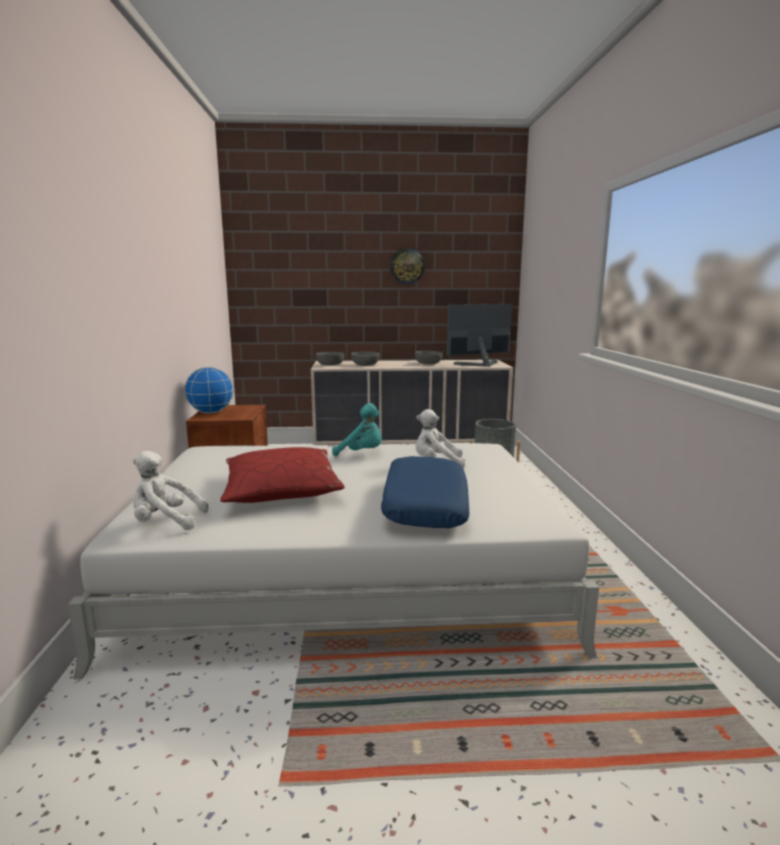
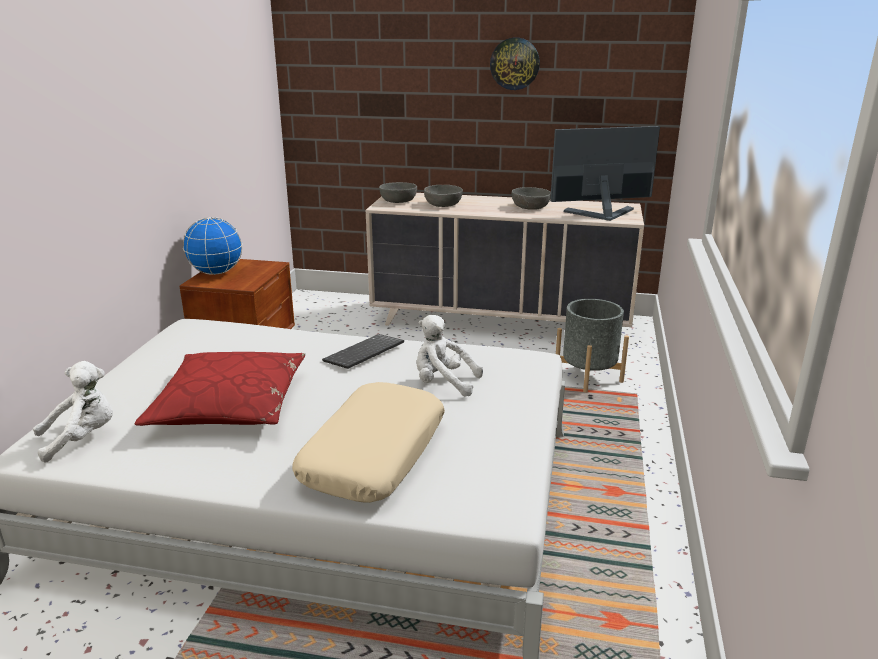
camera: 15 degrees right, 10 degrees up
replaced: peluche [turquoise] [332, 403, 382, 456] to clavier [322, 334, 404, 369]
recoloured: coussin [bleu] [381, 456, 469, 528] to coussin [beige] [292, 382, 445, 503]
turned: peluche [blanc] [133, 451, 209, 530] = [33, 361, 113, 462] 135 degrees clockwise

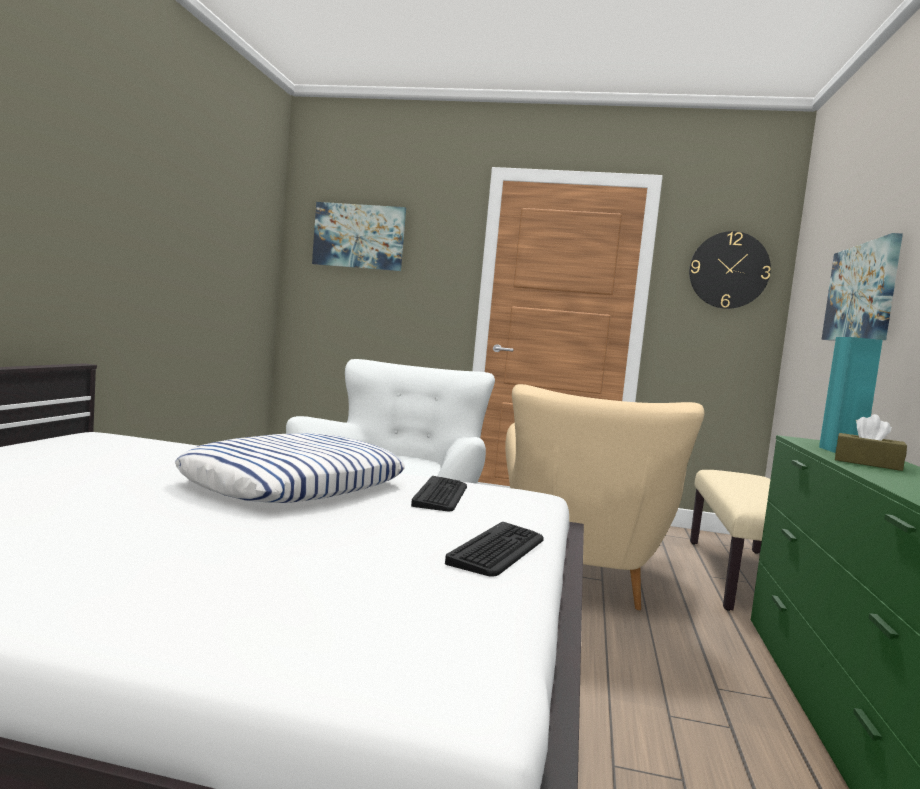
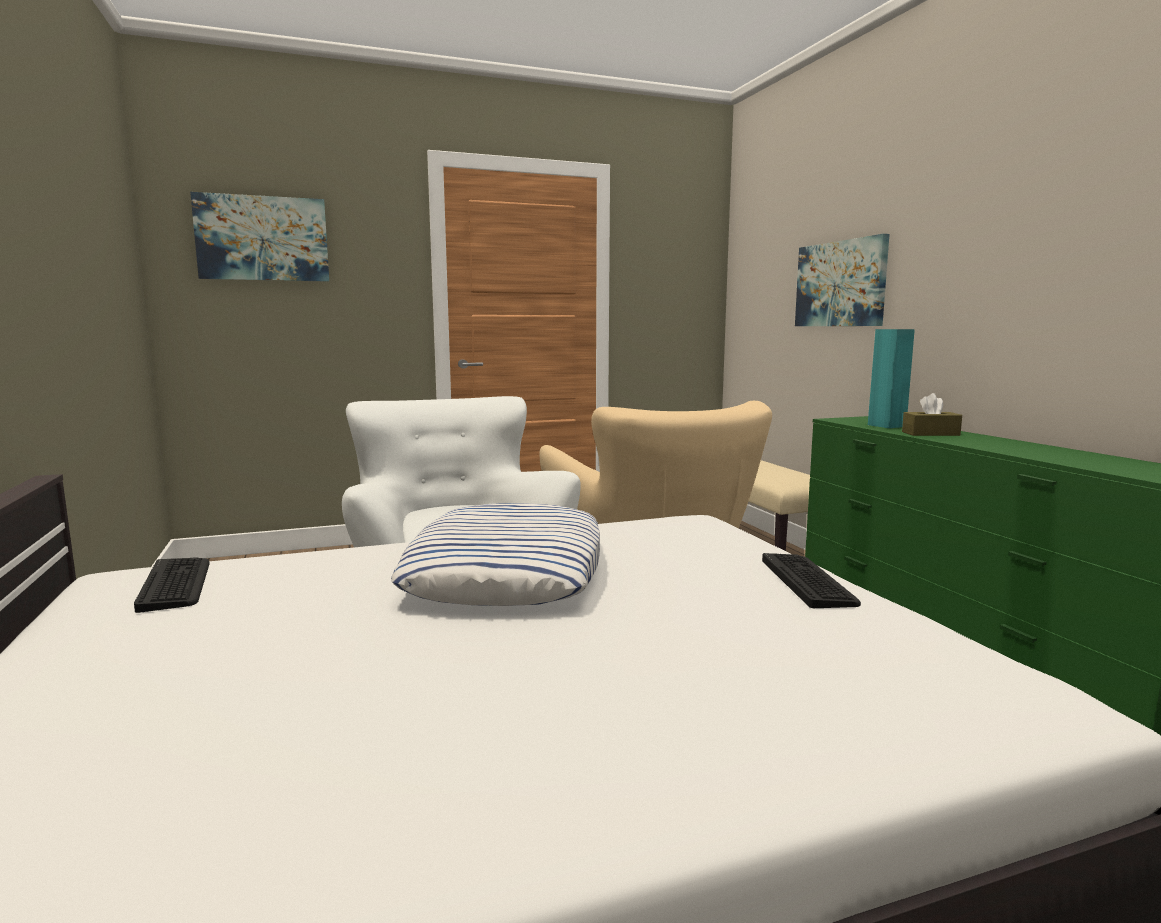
camera: 30 degrees left, 5 degrees up
removed: horloge murale [689, 231, 771, 309]
moved: clavier [411, 476, 467, 511] to [134, 557, 210, 613]

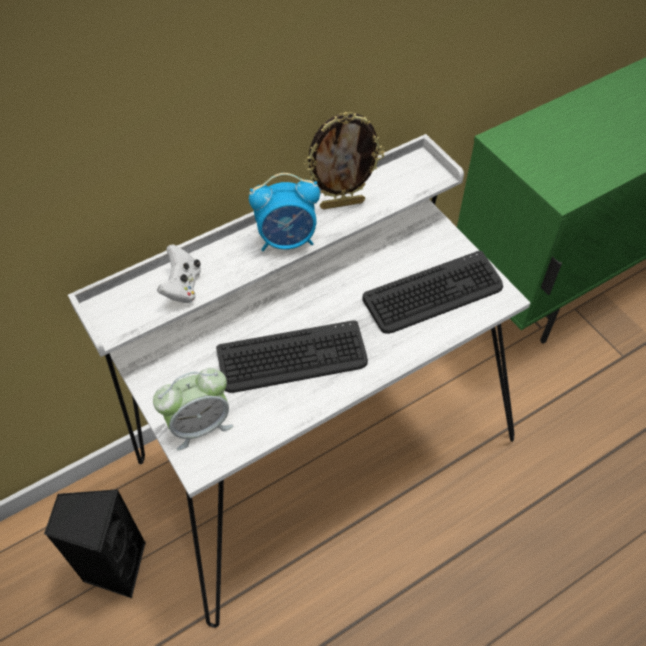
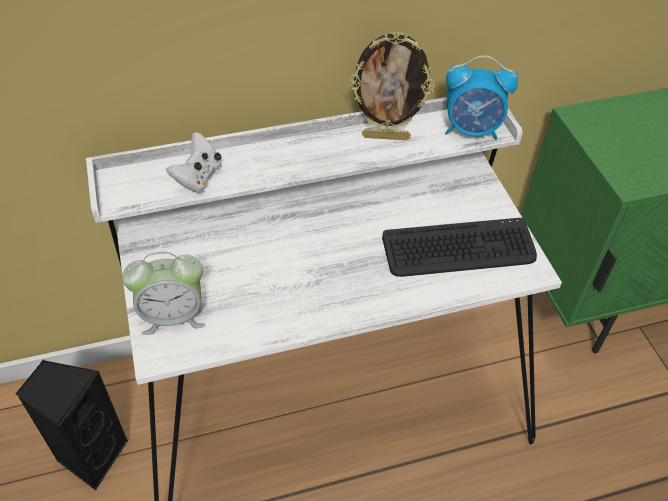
camera: 15 degrees right, 5 degrees down
removed: clavier [216, 320, 368, 393]
moved: réveil [249, 173, 320, 251] to [445, 55, 518, 140]

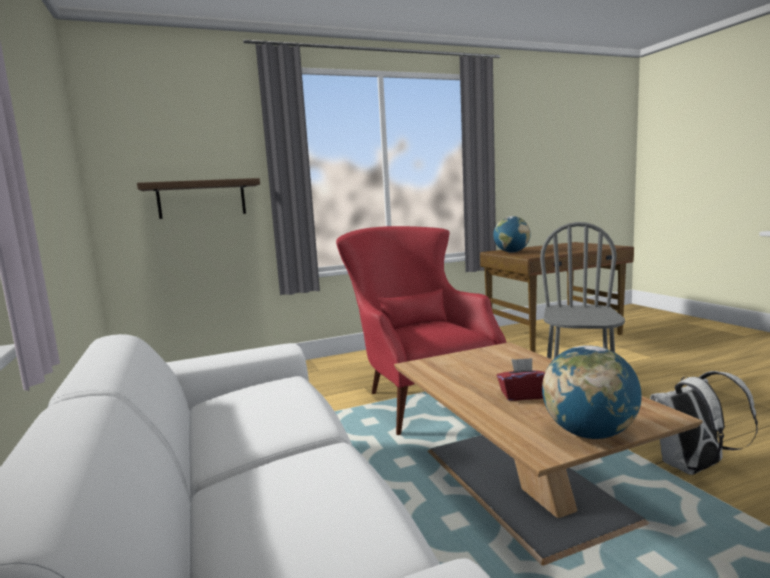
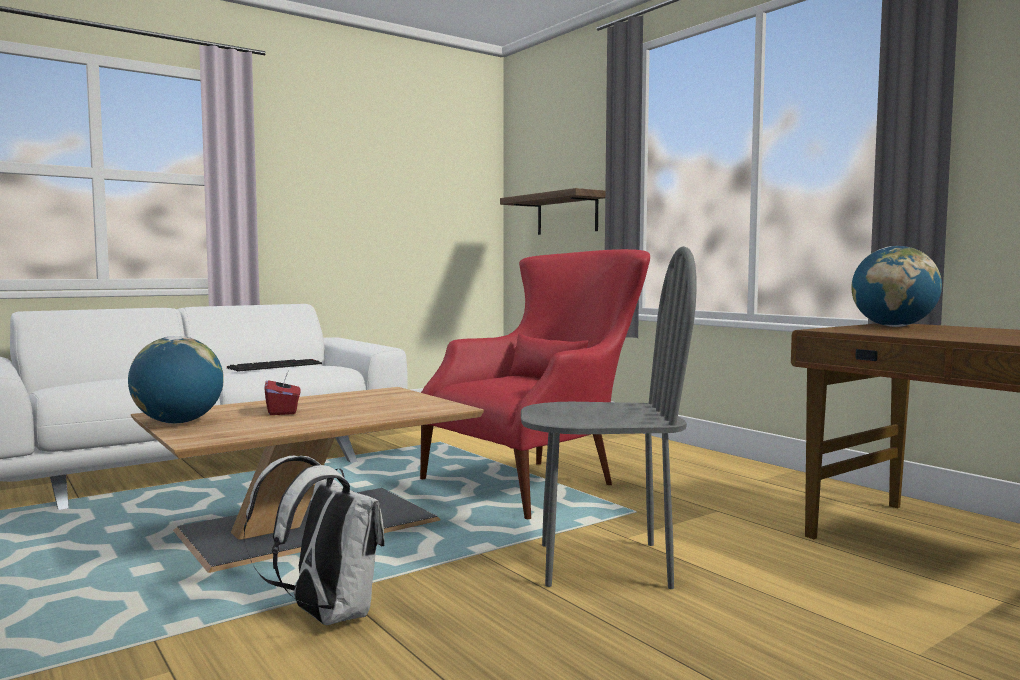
camera: 75 degrees right, 5 degrees down
added: clavier [227, 359, 322, 372]

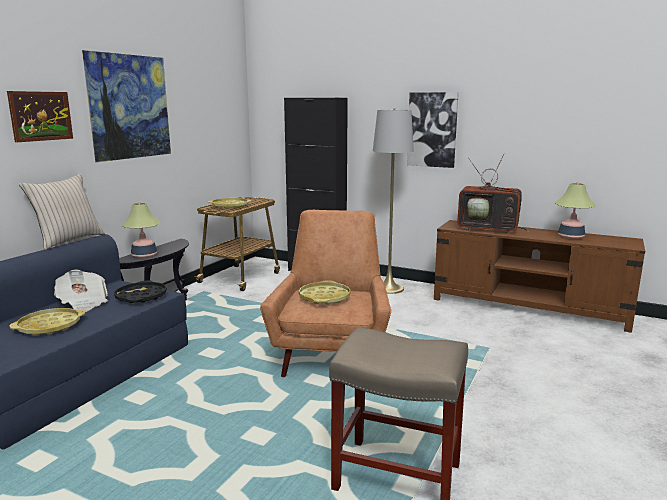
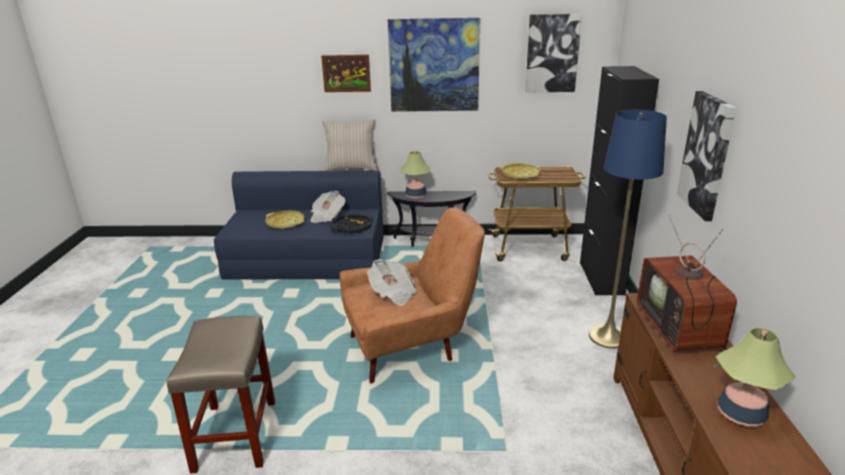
camera: 65 degrees right, 10 degrees up
added: tableau [525, 14, 582, 92]
replaced: plateau [jaune] [299, 280, 351, 305] to journal [367, 259, 418, 306]
recoloured: lampadaire [gris] [373, 109, 414, 294] to lampadaire [bleu] [589, 110, 667, 349]

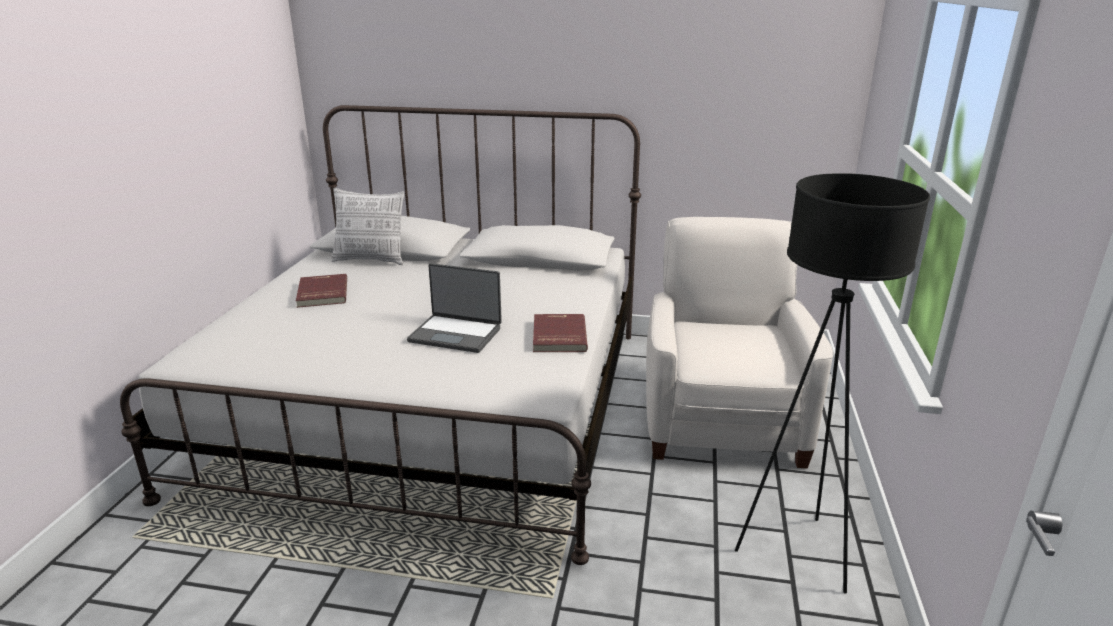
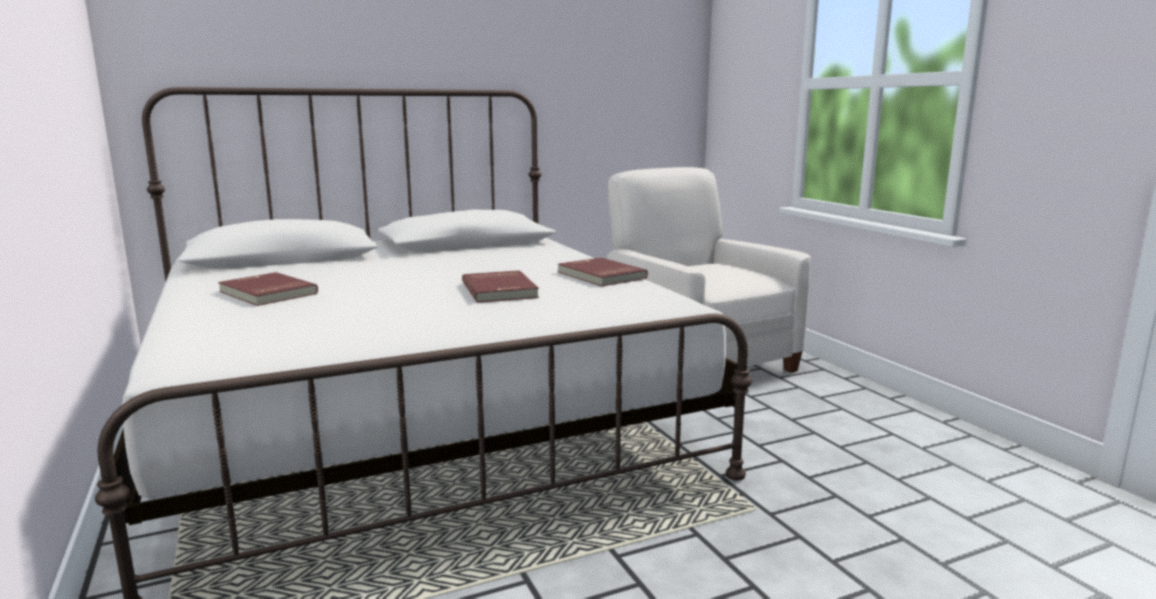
camera: 35 degrees left, 10 degrees down
removed: coussin [331, 188, 404, 265]; lampadaire [noir] [735, 173, 930, 593]
replaced: ordinateur portable [407, 263, 502, 353] to livre [rouge] [462, 270, 539, 303]

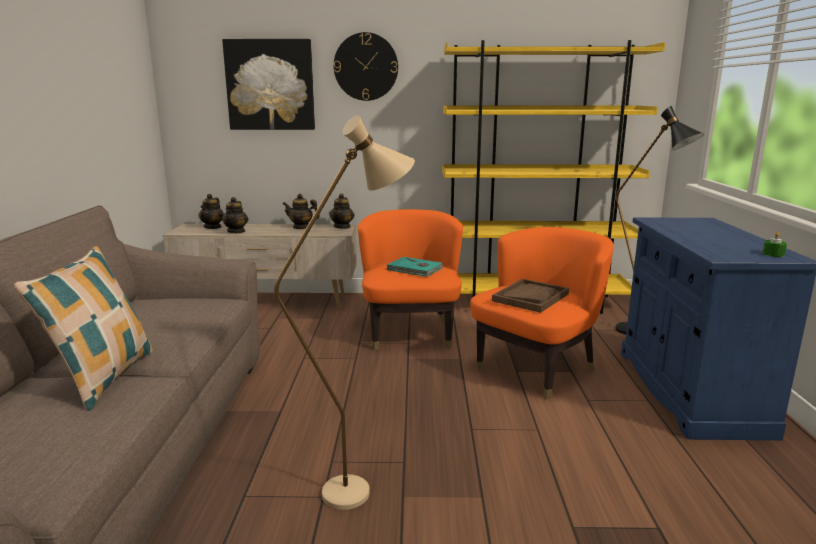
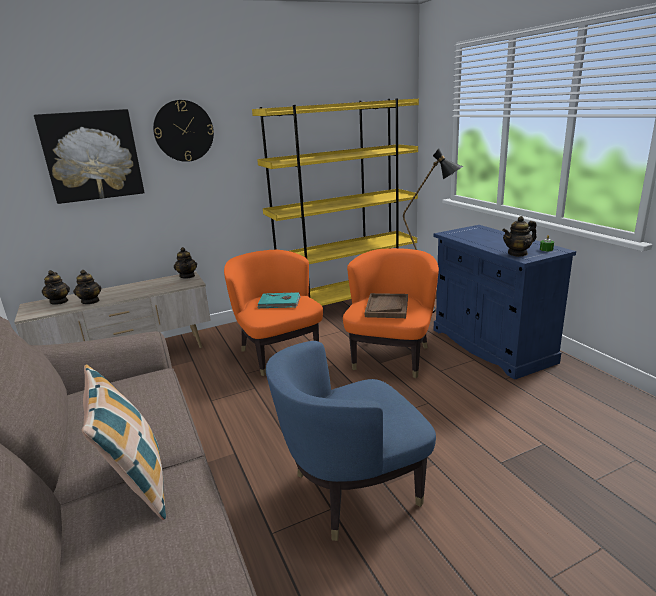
camera: 25 degrees left, 5 degrees up
moved: théière [283, 194, 320, 229] to [502, 216, 537, 257]
replaced: lampadaire [beige] [274, 115, 415, 510] to fauteuil [bleu] [266, 341, 436, 541]

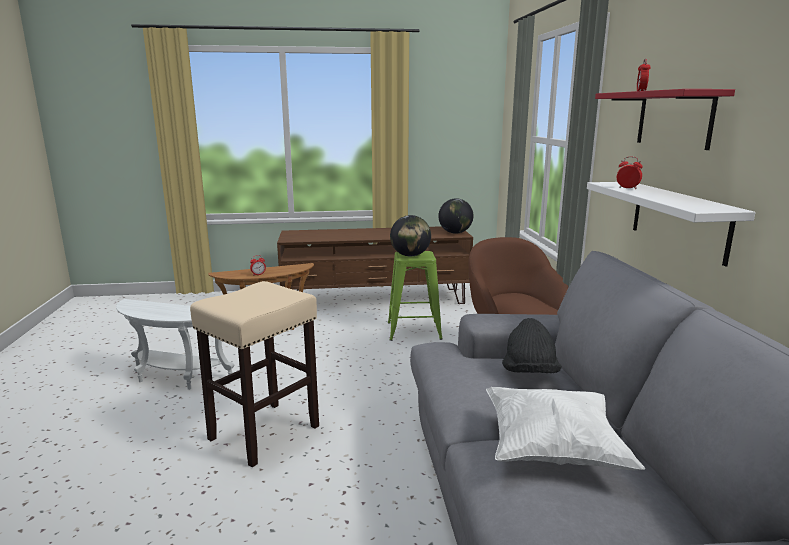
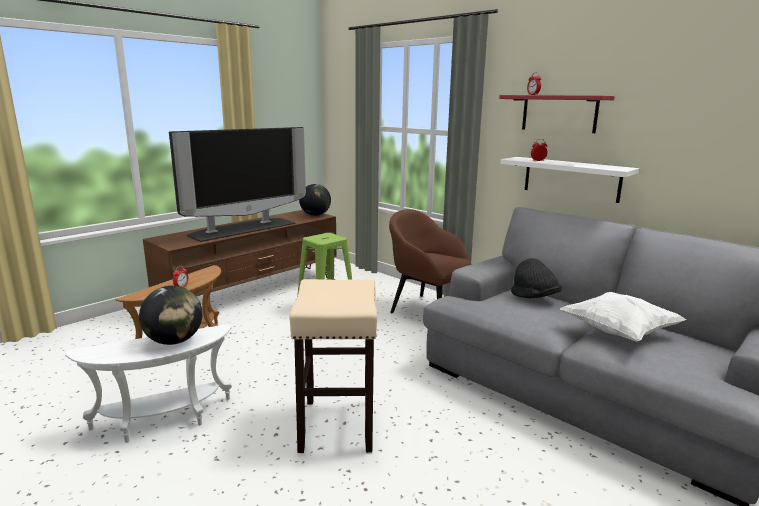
camera: 40 degrees left, 0 degrees up
added: téléviseur [169, 127, 306, 242]
moved: globe [390, 215, 431, 257] to [139, 286, 203, 345]

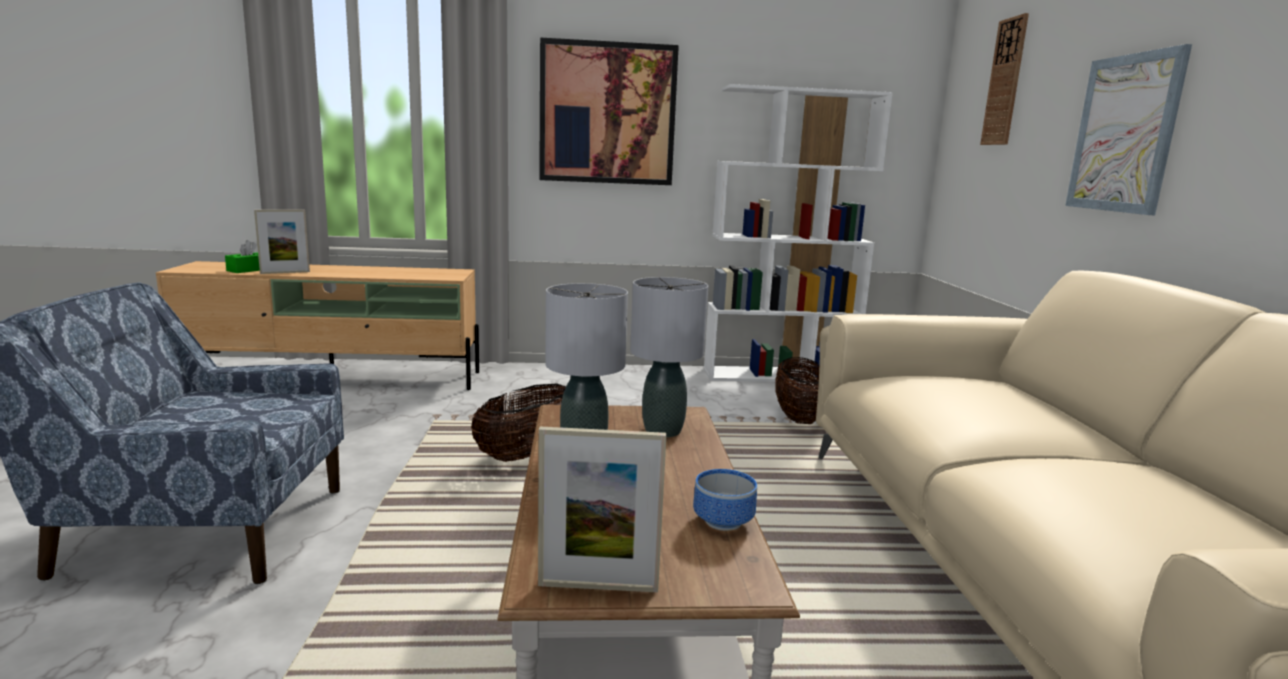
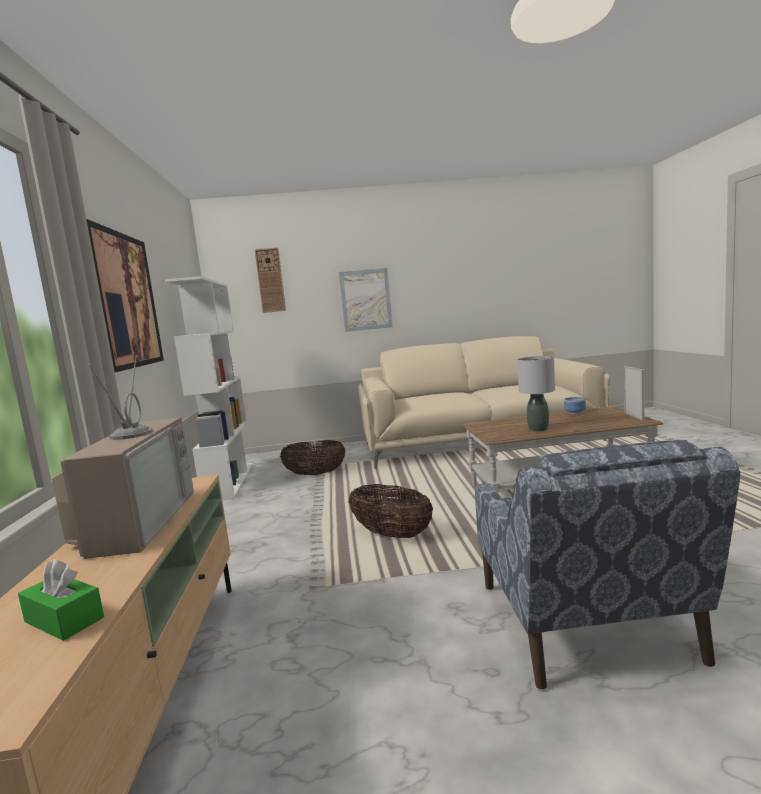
camera: 90 degrees left, 5 degrees down
removed: cadre photo [254, 210, 310, 274]; lampe de table [gris] [630, 277, 708, 438]
added: téléviseur [51, 355, 194, 559]

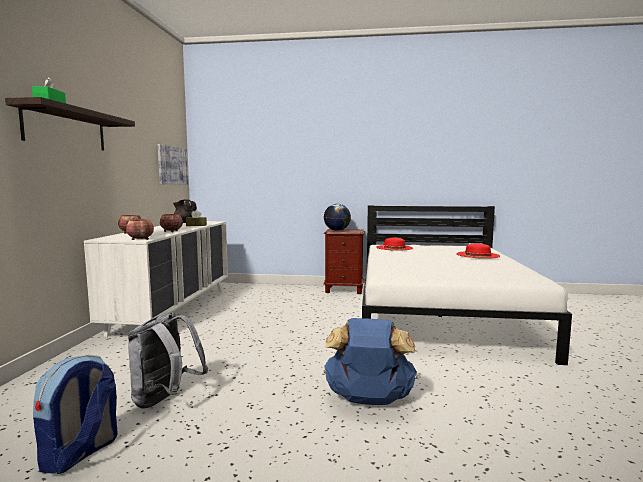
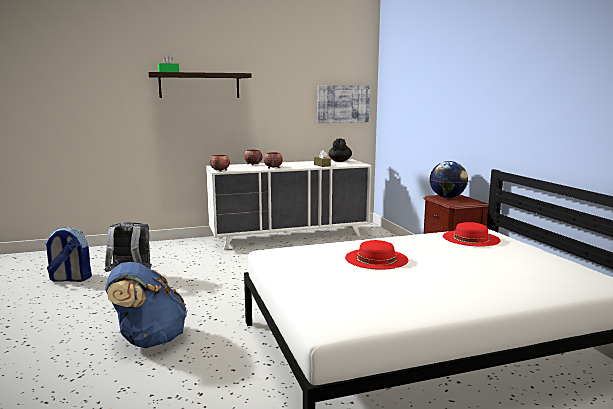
camera: 65 degrees right, 5 degrees up
moved: chapeau [rouge] [456, 244, 500, 259] to [345, 240, 408, 270]

